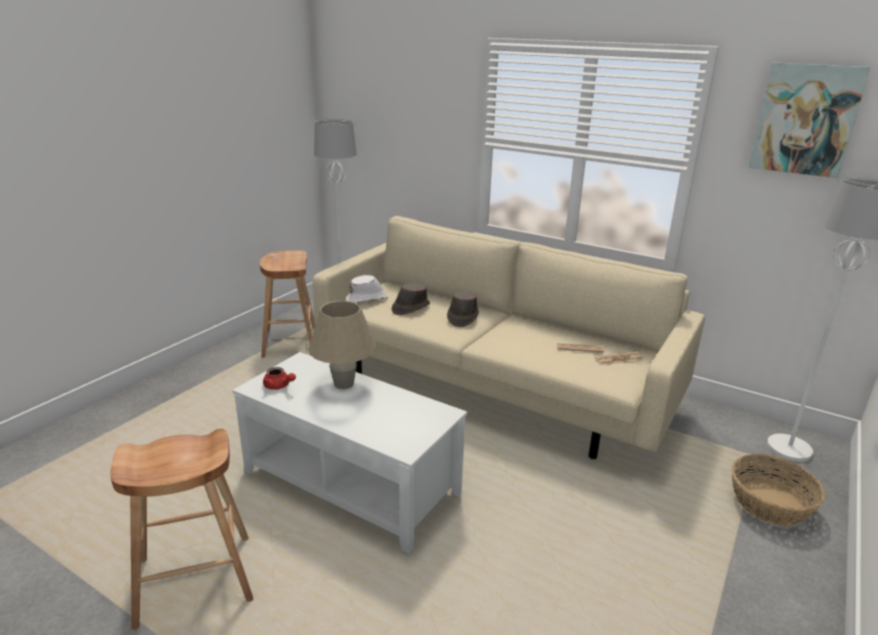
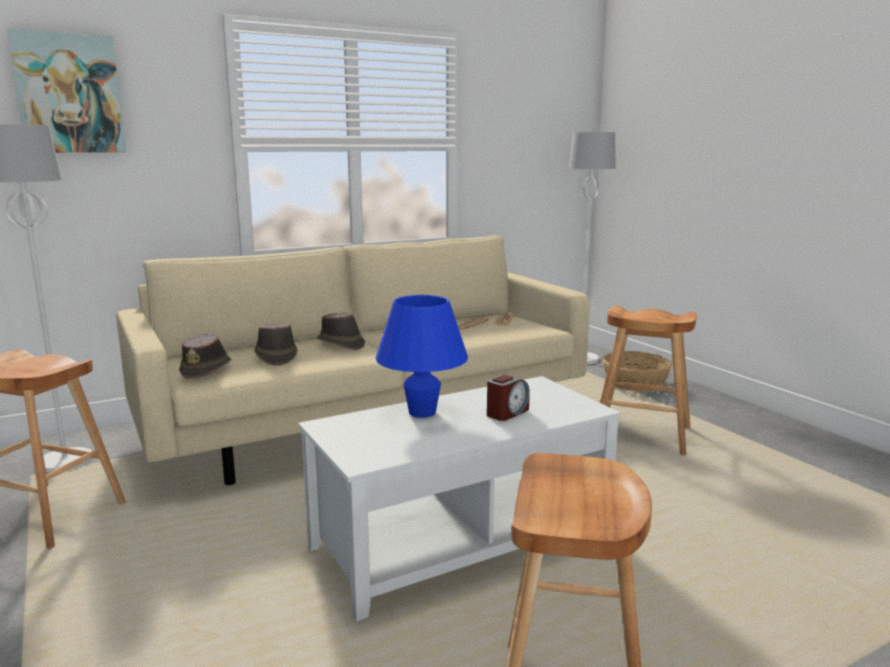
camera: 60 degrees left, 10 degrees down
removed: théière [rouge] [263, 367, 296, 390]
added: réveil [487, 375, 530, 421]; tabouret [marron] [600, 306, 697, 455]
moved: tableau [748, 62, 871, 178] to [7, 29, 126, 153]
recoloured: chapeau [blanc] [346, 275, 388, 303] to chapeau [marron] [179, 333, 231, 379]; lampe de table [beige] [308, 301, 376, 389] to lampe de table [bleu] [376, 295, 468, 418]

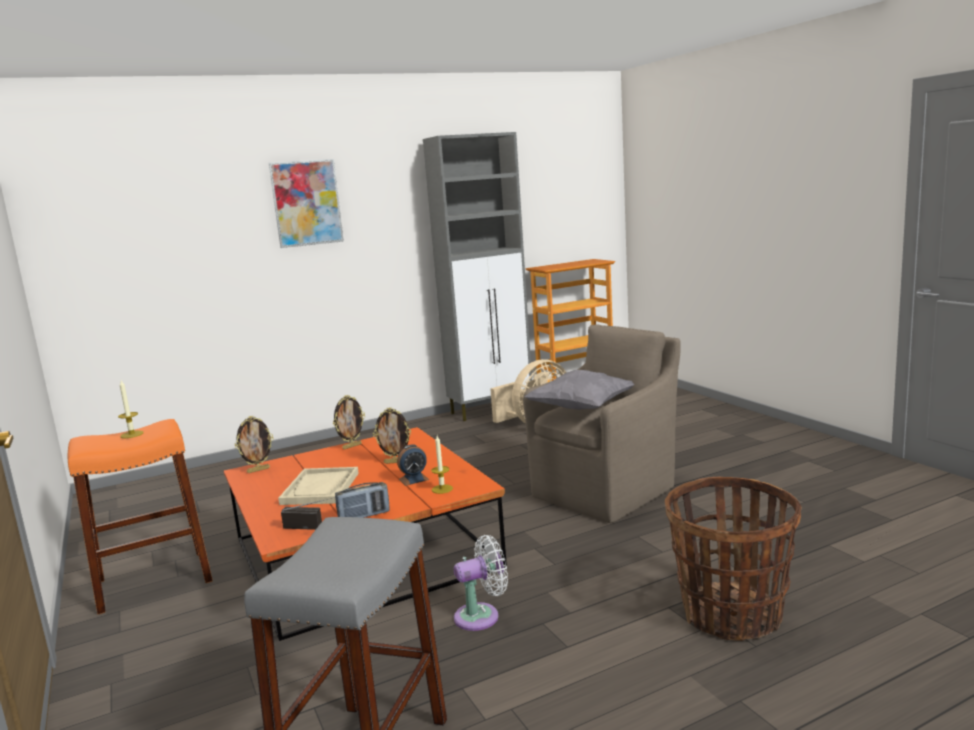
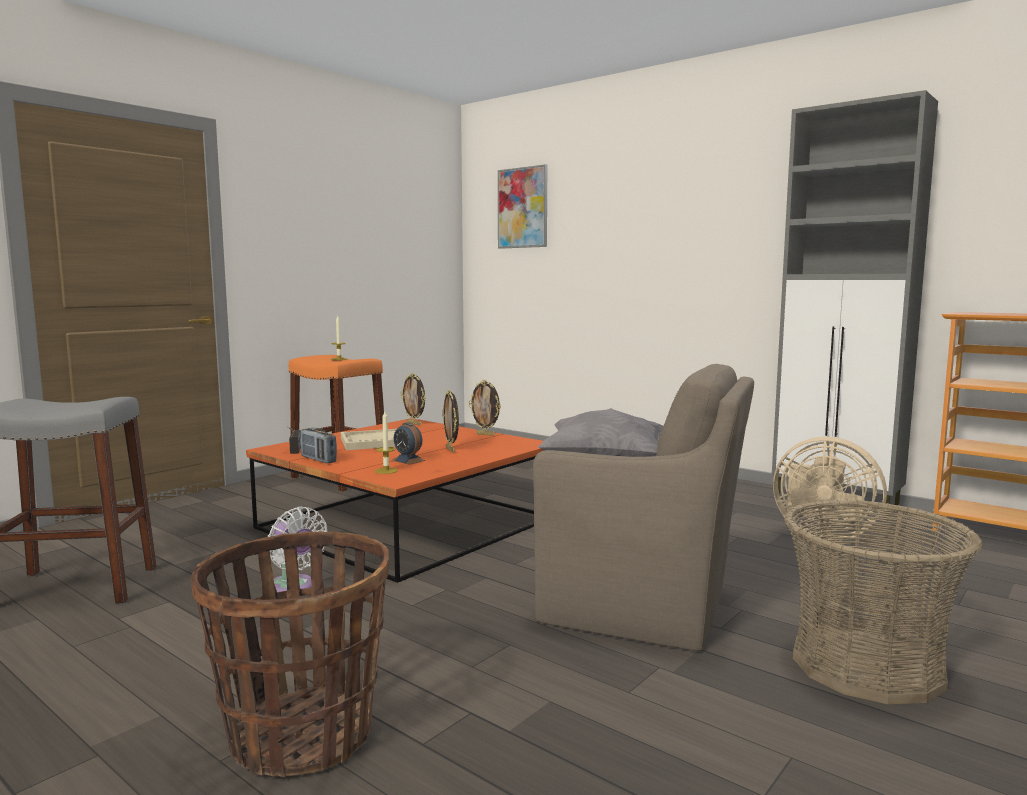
camera: 65 degrees right, 5 degrees down
added: panier [784, 500, 982, 704]
moved: tableau [269, 159, 344, 248] to [498, 164, 547, 249]

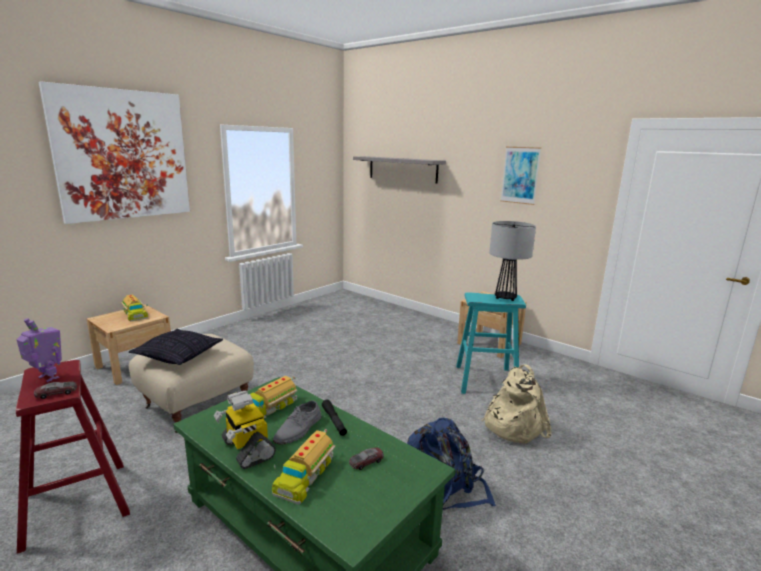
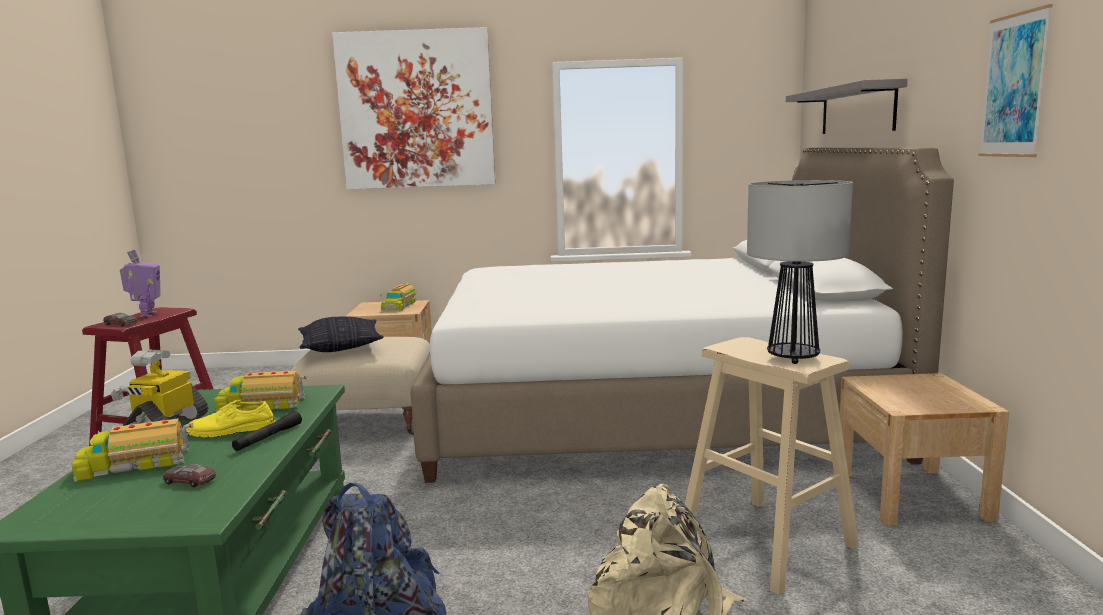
camera: 50 degrees right, 5 degrees down
added: lit [blanc] [410, 147, 954, 483]
recoloured: chaussure [gris] [273, 401, 321, 444] to chaussure [jaune] [186, 399, 276, 438]; tabouret [turquoise] [456, 292, 526, 394] to tabouret [beige] [685, 337, 859, 595]

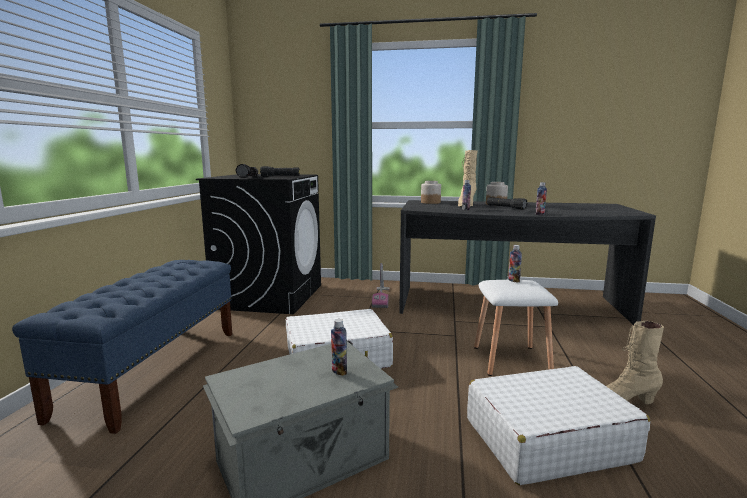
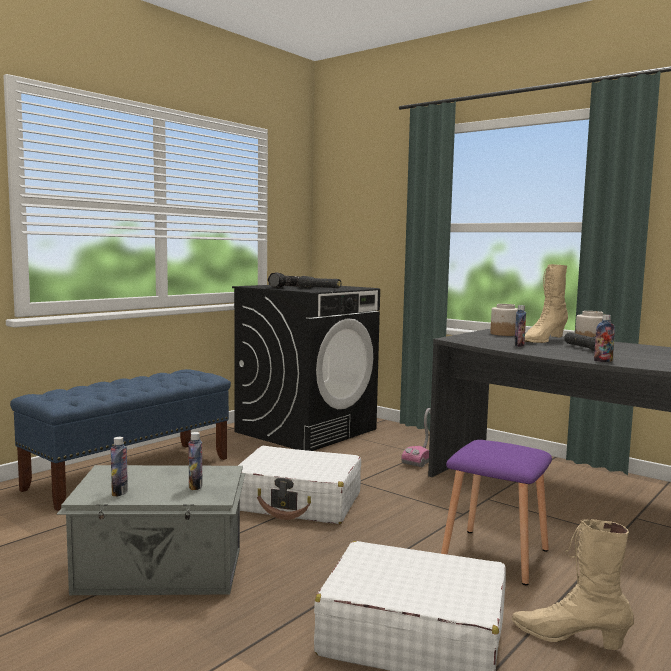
camera: 30 degrees right, 5 degrees down
moved: bouteille [508, 245, 522, 283] to [111, 437, 128, 496]
recoloured: tabouret [blanc] [474, 280, 558, 376] to tabouret [violet] [441, 440, 552, 585]

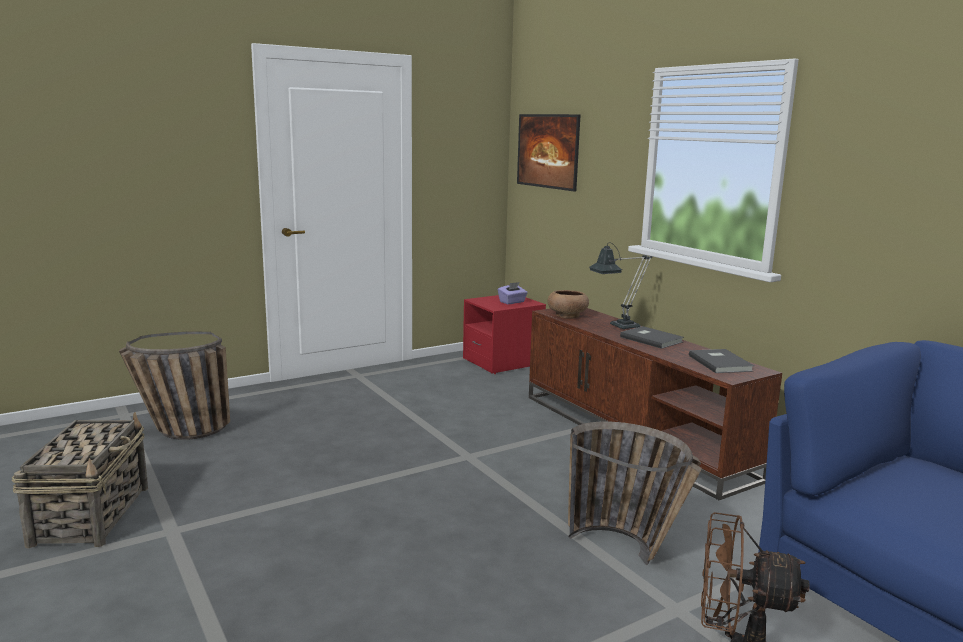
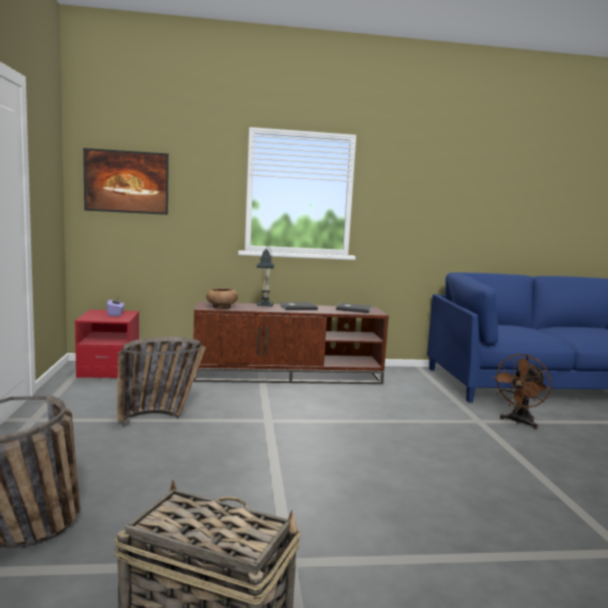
camera: 65 degrees left, 5 degrees down
moved: panier [568, 421, 702, 565] to [117, 337, 207, 427]

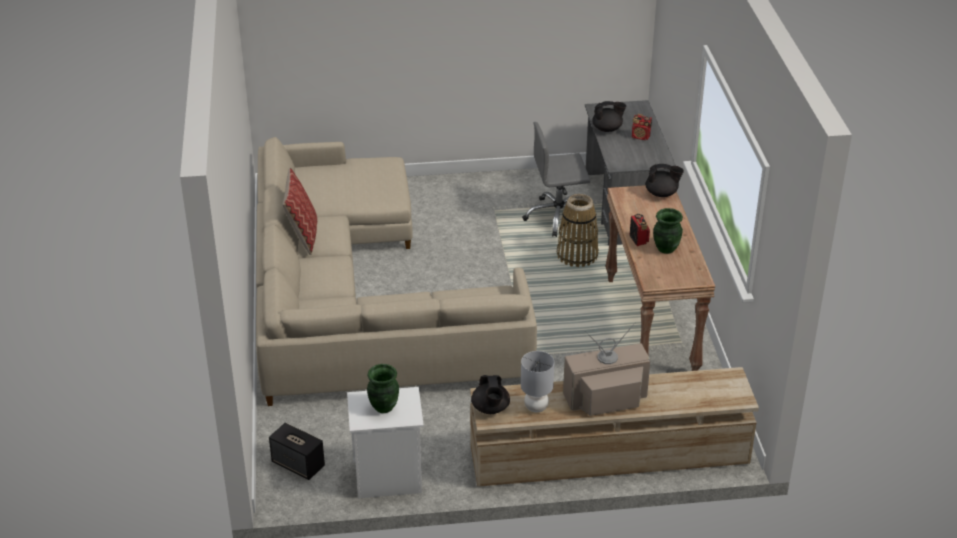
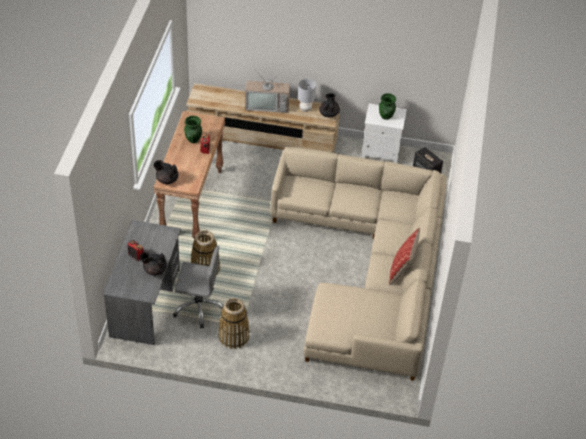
camera: 165 degrees left, 10 degrees up
added: panier [218, 298, 250, 349]

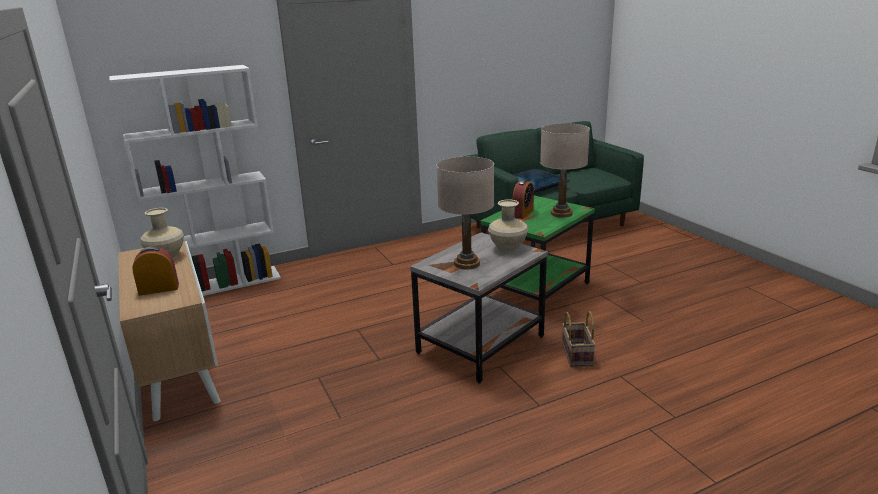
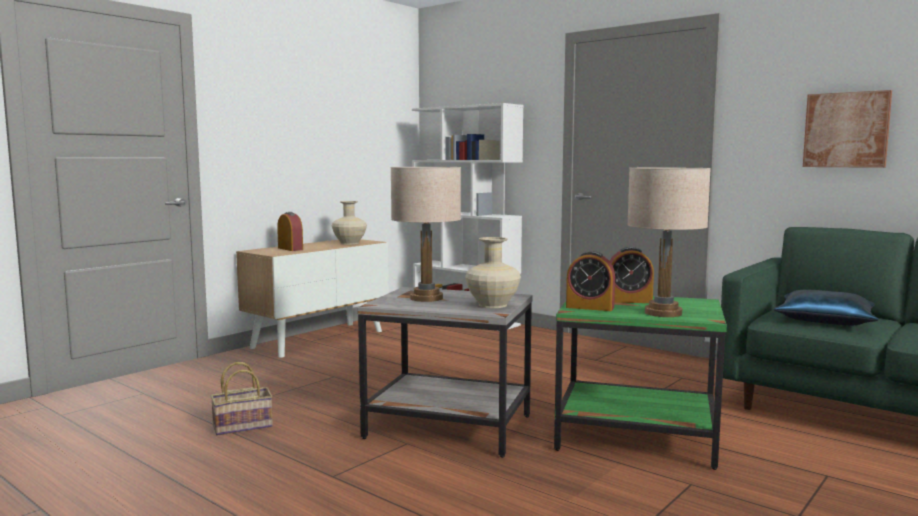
camera: 65 degrees right, 15 degrees down
added: réveil [566, 251, 615, 311]; tableau [803, 90, 892, 168]
moved: panier [562, 311, 596, 367] to [211, 362, 273, 436]

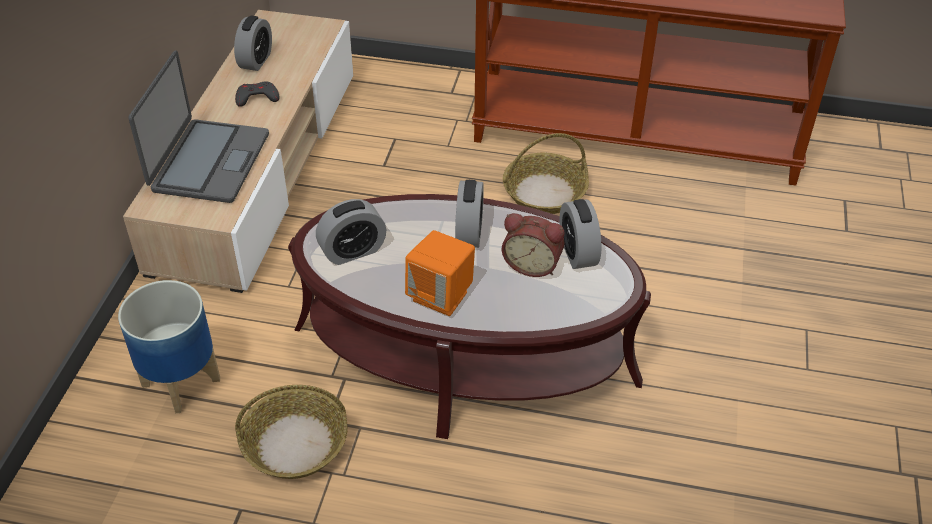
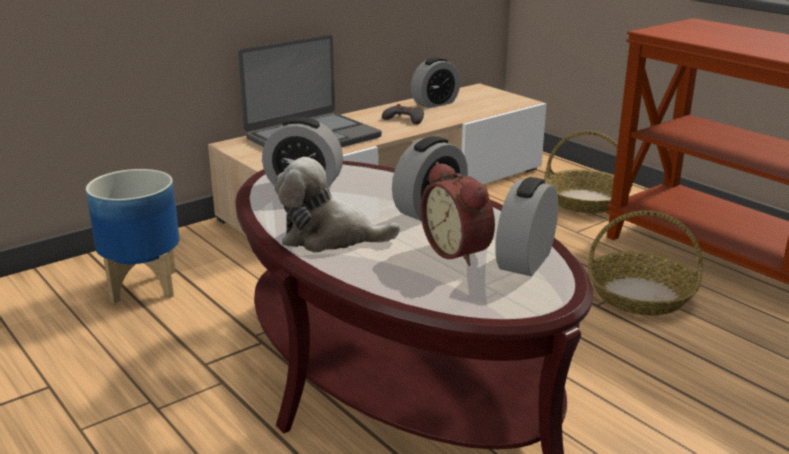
camera: 40 degrees right, 20 degrees down
moved: panier [235, 385, 348, 479] to [544, 131, 632, 213]
replaced: enceinte [orange] [405, 230, 475, 316] to peluche [274, 157, 400, 252]

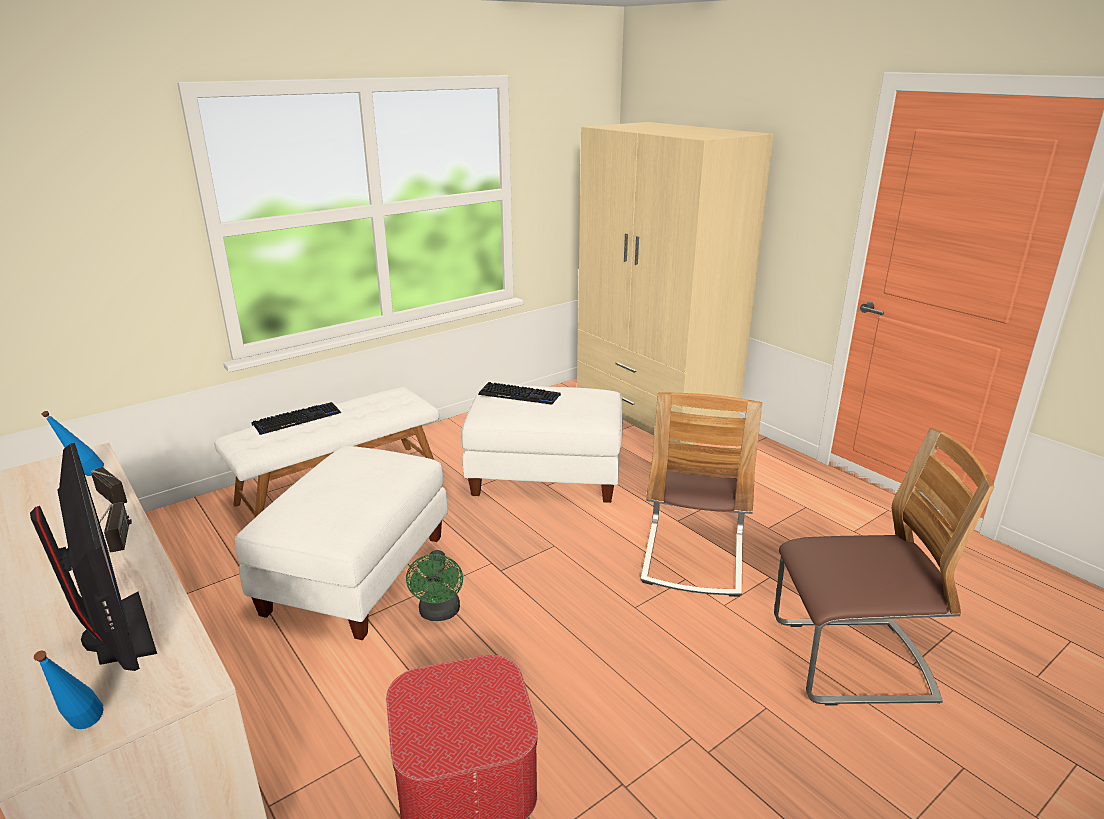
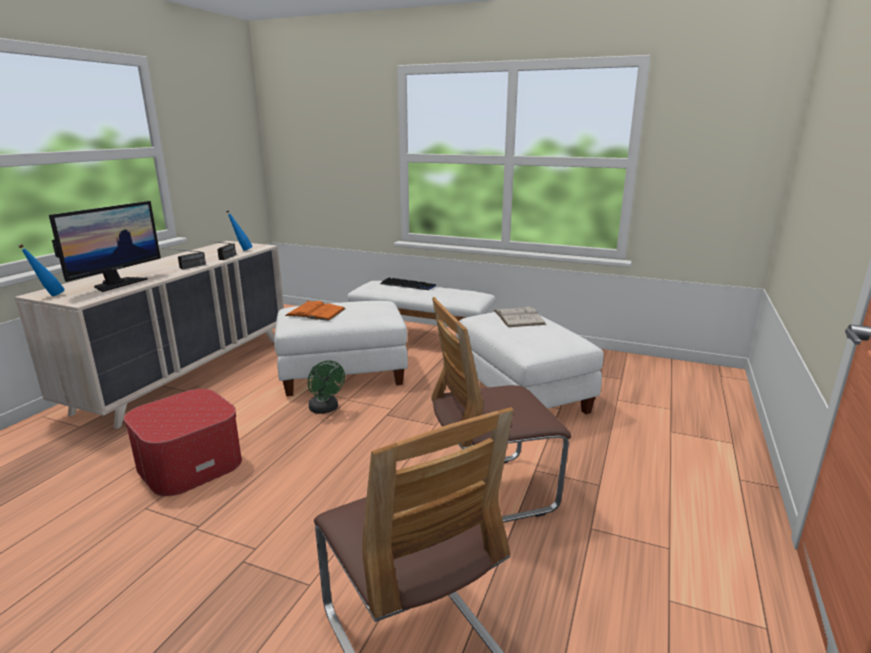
camera: 60 degrees right, 5 degrees down
removed: armoire [beige] [577, 122, 774, 445]
added: livre [orange] [285, 300, 345, 321]
replaced: clavier [478, 382, 561, 405] to livre [blanc] [494, 305, 546, 327]
turned: ventilateur [vert] [406, 550, 463, 621] = [307, 360, 345, 414] 90 degrees counterclockwise

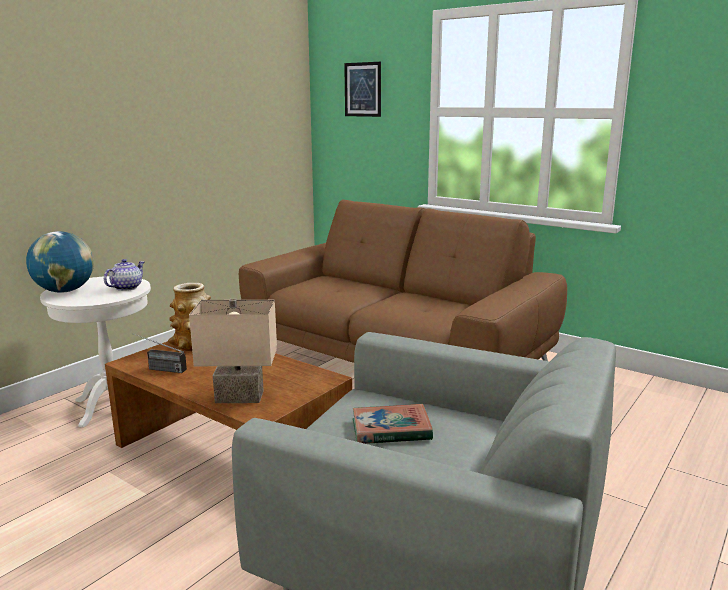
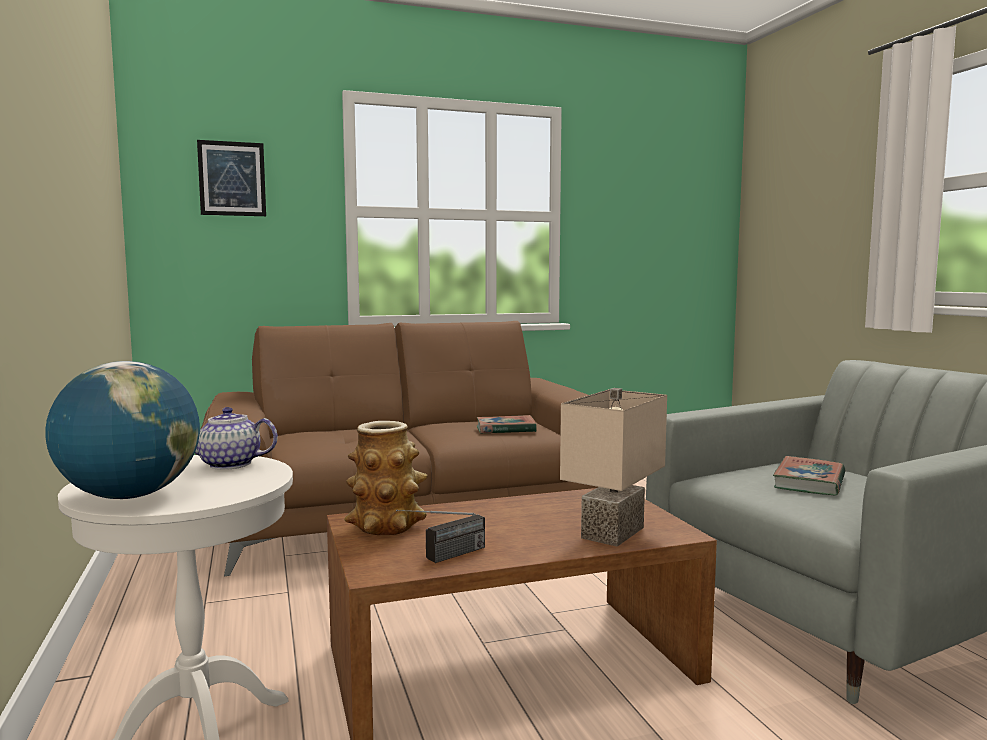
camera: 55 degrees left, 10 degrees down
added: livre [477, 415, 537, 433]
turned: théière [104, 259, 144, 291] = [195, 407, 278, 470] 60 degrees counterclockwise

